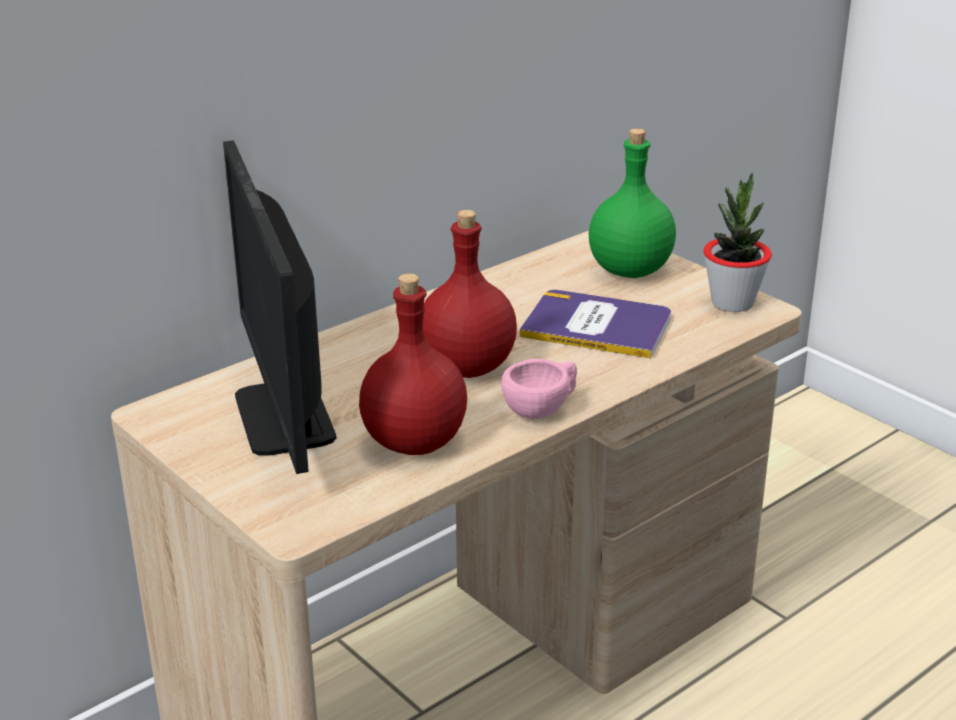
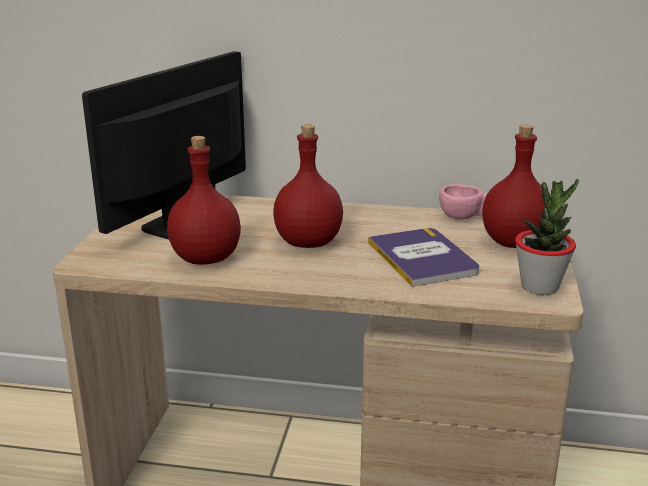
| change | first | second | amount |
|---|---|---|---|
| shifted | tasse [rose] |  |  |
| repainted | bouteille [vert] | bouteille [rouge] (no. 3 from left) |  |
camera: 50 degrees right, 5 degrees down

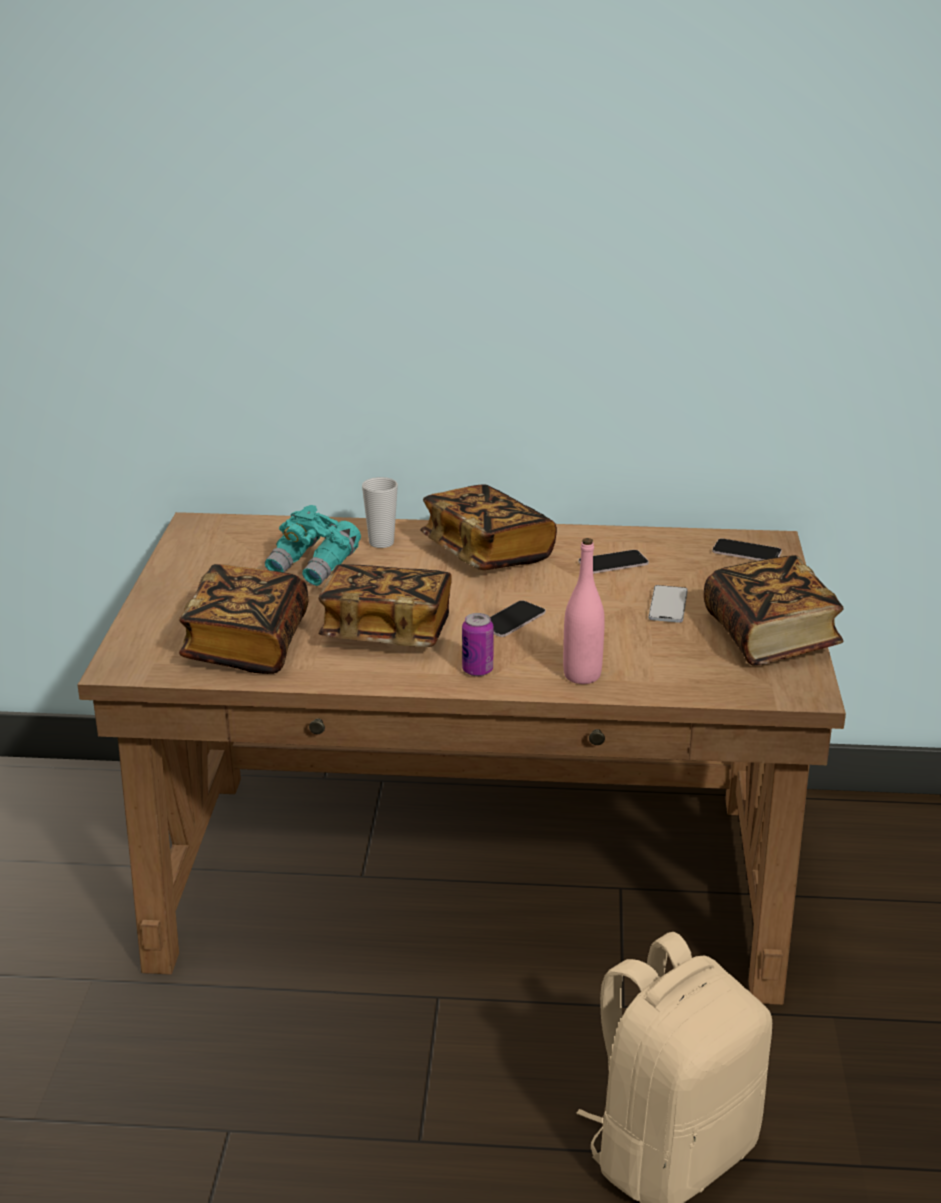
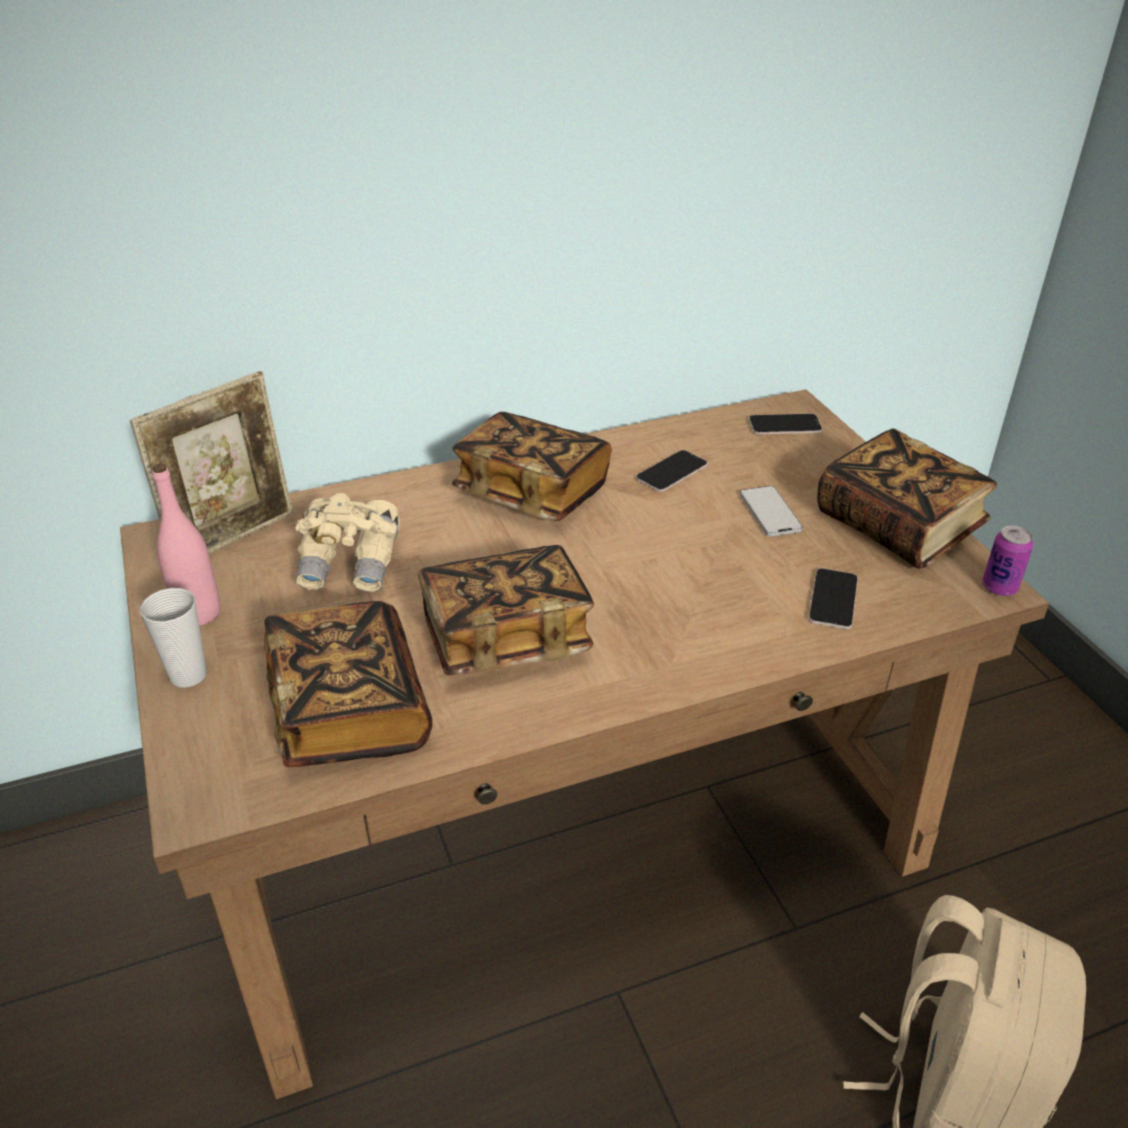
| change | first | second | amount |
|---|---|---|---|
| new |  | cadre photo |  |
| shifted | tasse |  |  |
| shifted | boîte métallique |  |  |
| shifted | téléphone (no. 1 from left in the first image) | téléphone (no. 4 from left) |  |
| shifted | bouteille [rose] |  |  |
| repainted | jumelles [turquoise] | jumelles [beige] |  |
camera: 25 degrees left, 10 degrees up

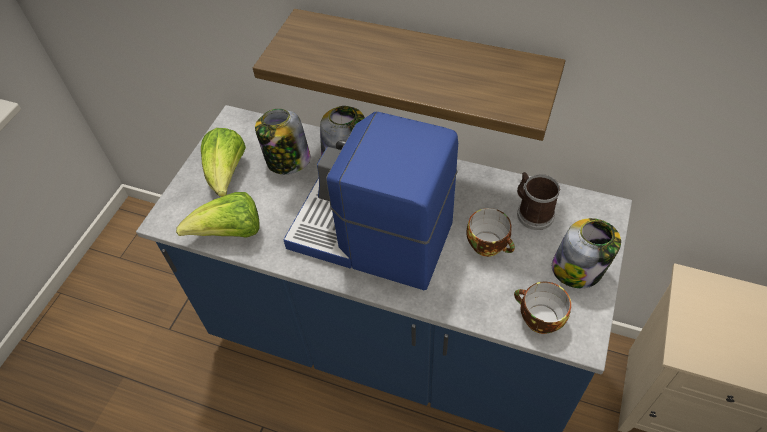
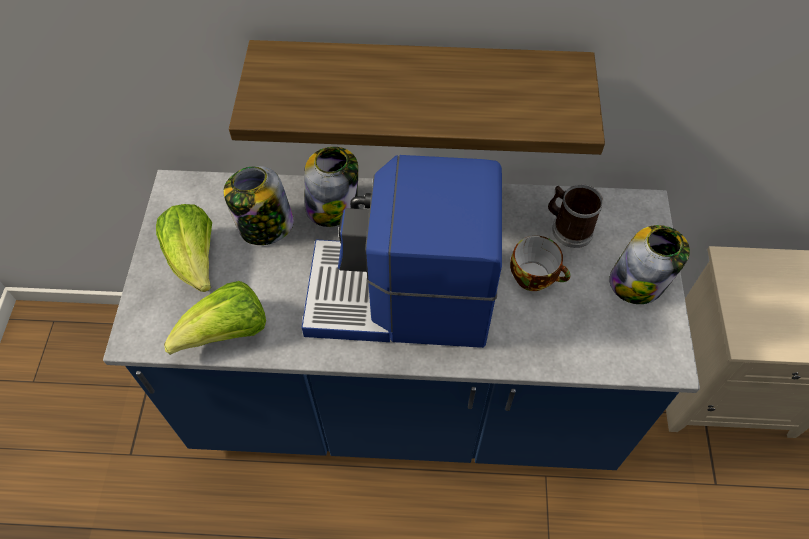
| change | first | second | amount |
|---|---|---|---|
| gone | tasse (no. 2 from left) |  |  |
camera: 20 degrees left, 5 degrees up

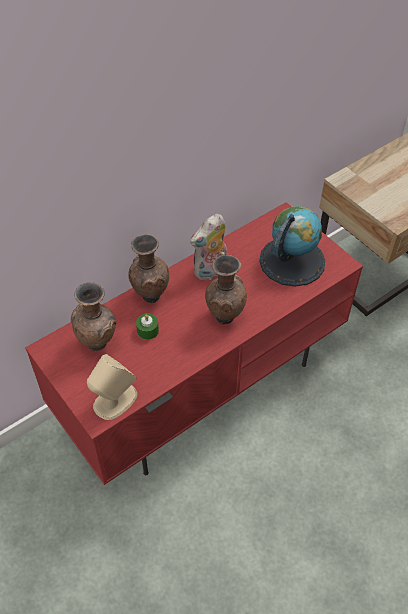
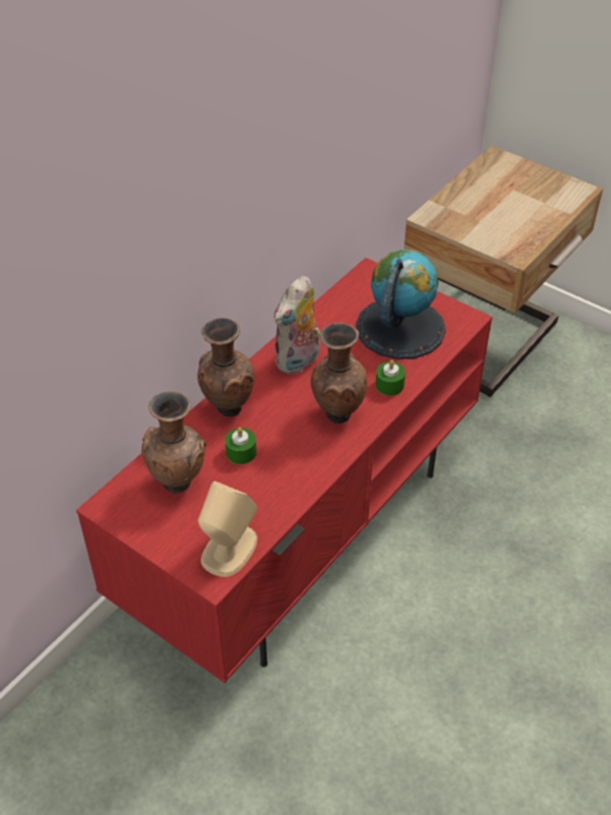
| change | first | second | amount |
|---|---|---|---|
| new |  | bougie [vert] (no. 2 from left) |  |
camera: 15 degrees left, 5 degrees down

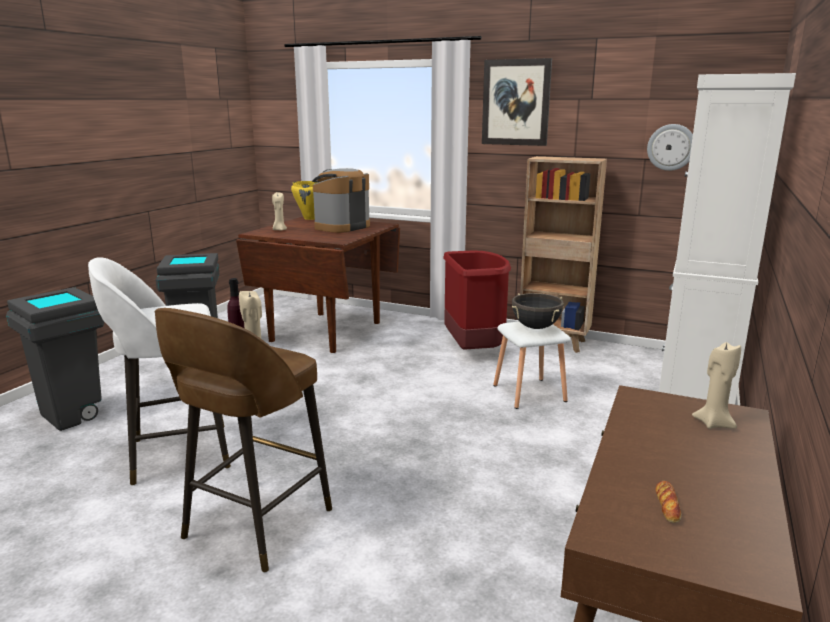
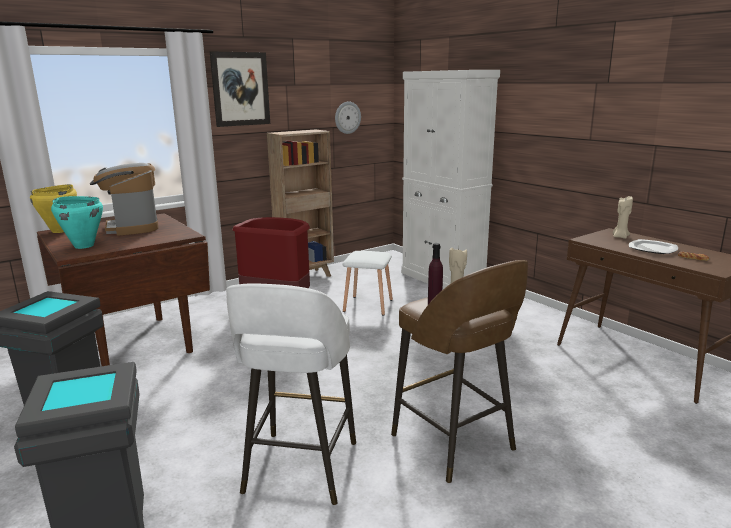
| change | first | second | amount |
|---|---|---|---|
| gone | marmite [noir] |  |  |
| new |  | assiette |  |
| swapped | bougie [beige] (no. 2 from left) | marmite [turquoise] |  |
camera: 60 degrees left, 0 degrees up

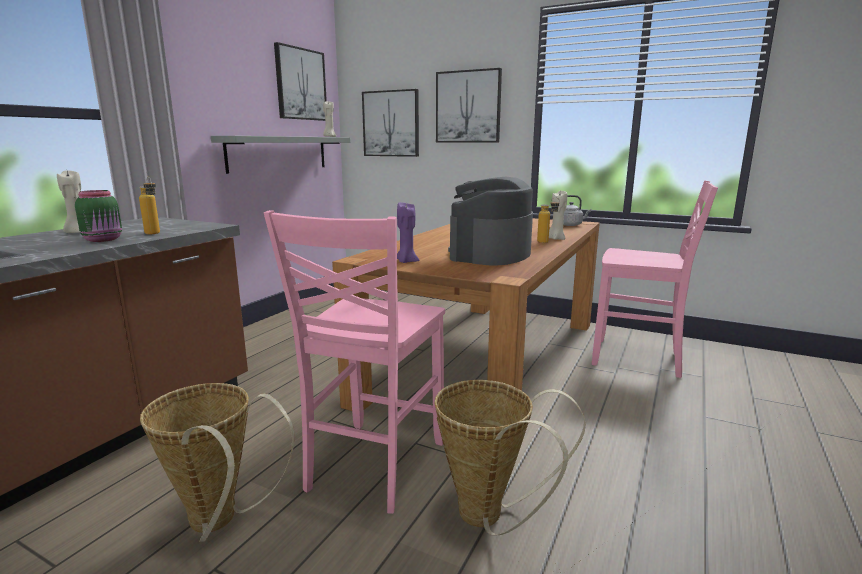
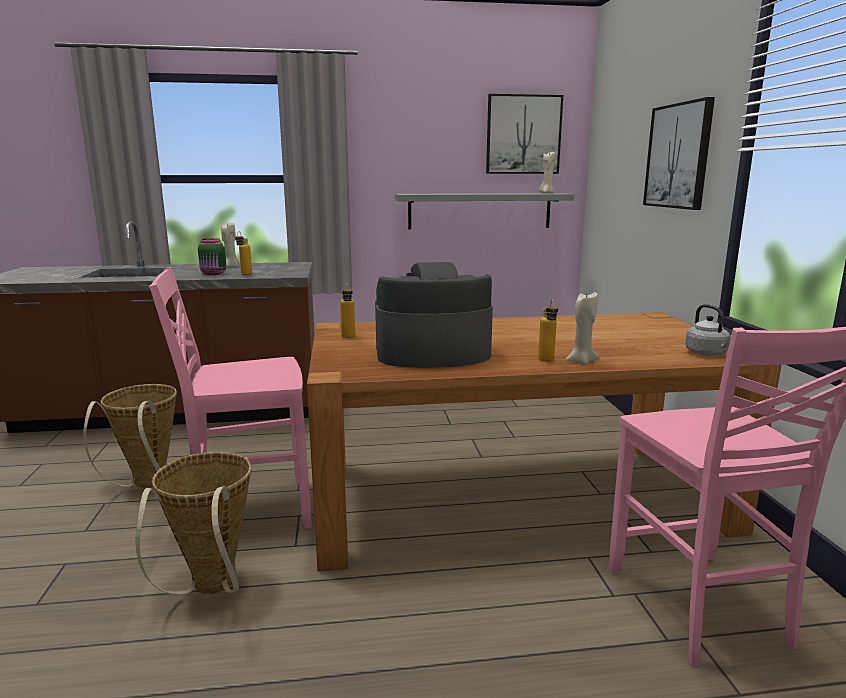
| change | first | second | amount |
|---|---|---|---|
| gone | tableau (no. 2 from left) |  |  |
| swapped | bougie [violet] | bouteille (no. 2 from left) |  |
camera: 55 degrees right, 0 degrees up

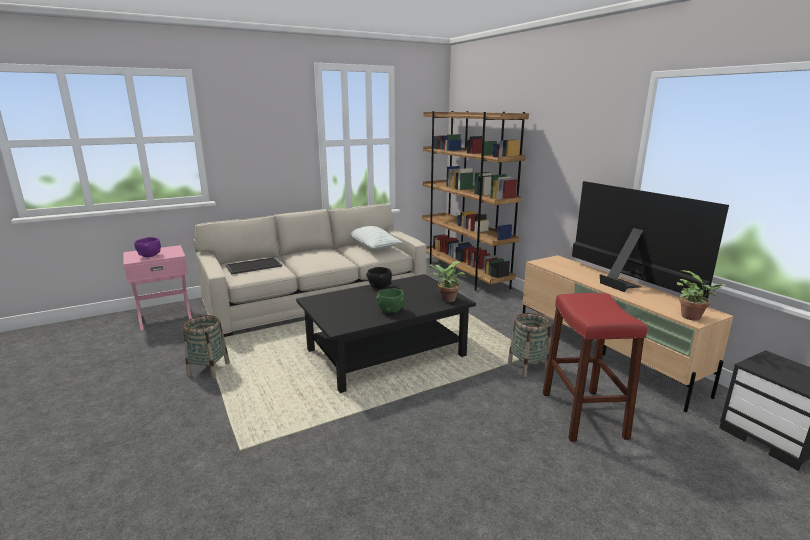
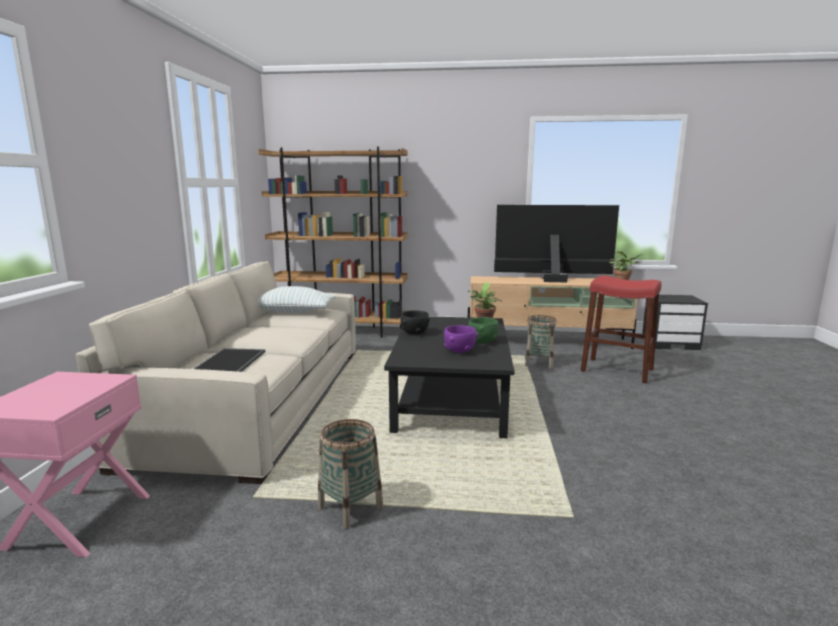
| change | first | second | amount |
|---|---|---|---|
| shifted | bol [violet] |  |  |
camera: 55 degrees left, 5 degrees down

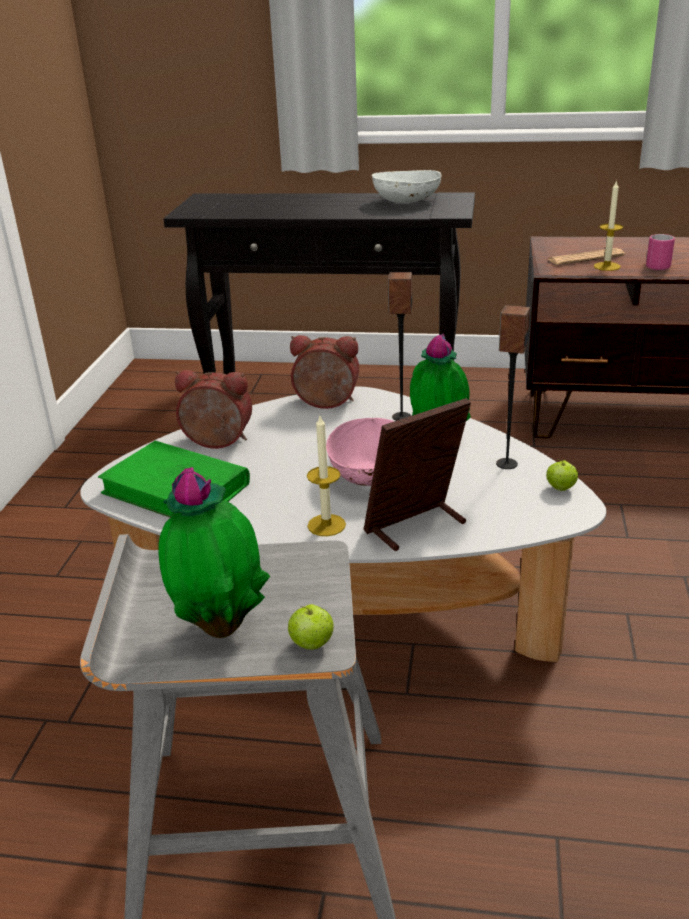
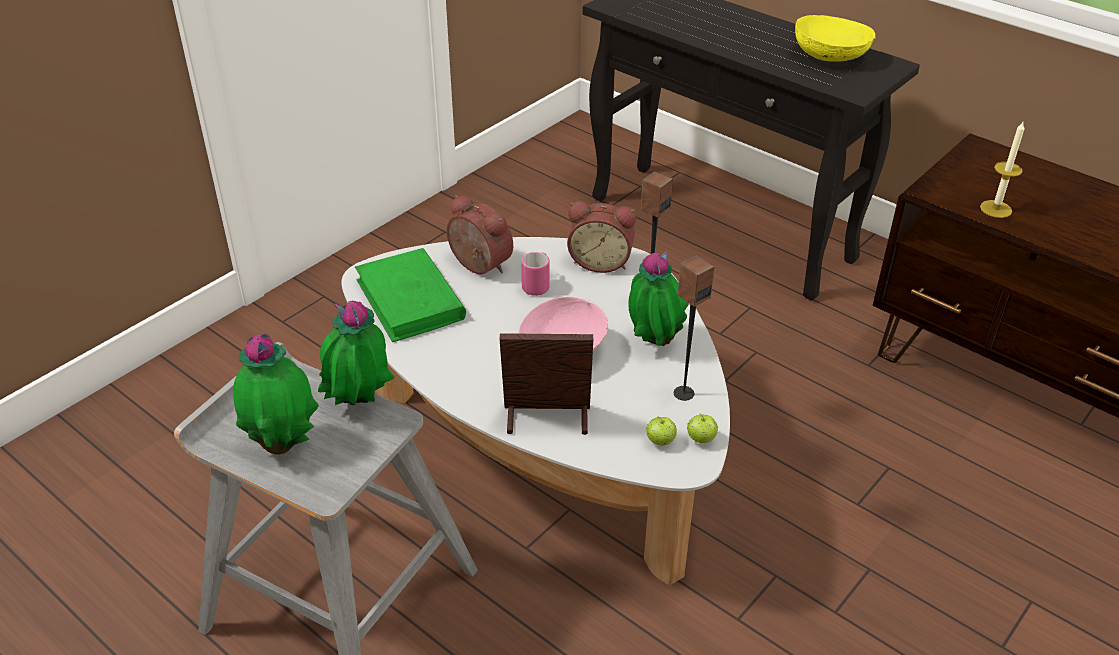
| change | first | second | amount |
|---|---|---|---|
| gone | bougie (no. 1 from left) |  |  |
| gone | journal |  |  |
| new |  | plante en pot (no. 2 from left) |  |
| shifted | pomme (no. 1 from left) |  |  |
| shifted | mug [rose] |  |  |
| repainted | bol [blanc] | bol [jaune] |  |
| rotated | réveil (no. 2 from left) |  | 150 degrees clockwise |
camera: 30 degrees right, 10 degrees up

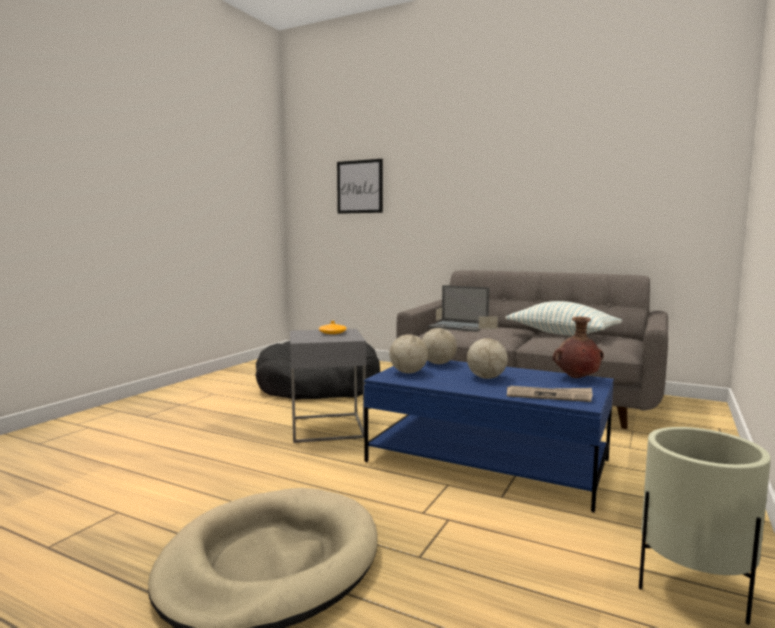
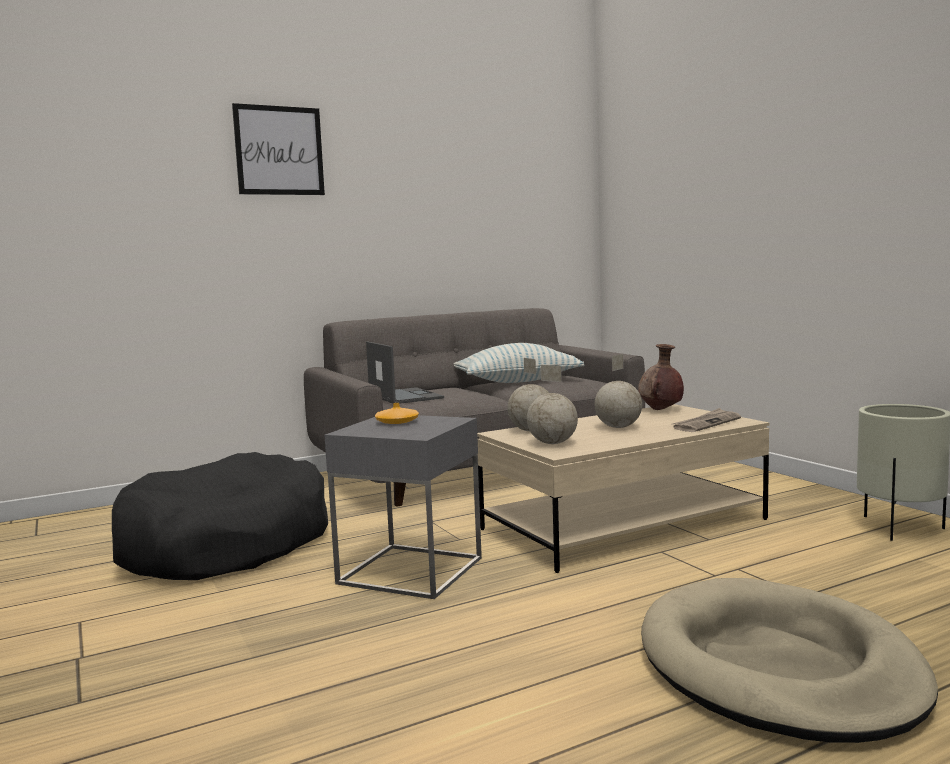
| change | first | second | amount |
|---|---|---|---|
| shifted | tableau |  |  |
| repainted | table basse [bleu] | table basse [beige] |  |
| rotated | ordinateur portable |  | 90 degrees counterclockwise |
camera: 55 degrees left, 0 degrees up

